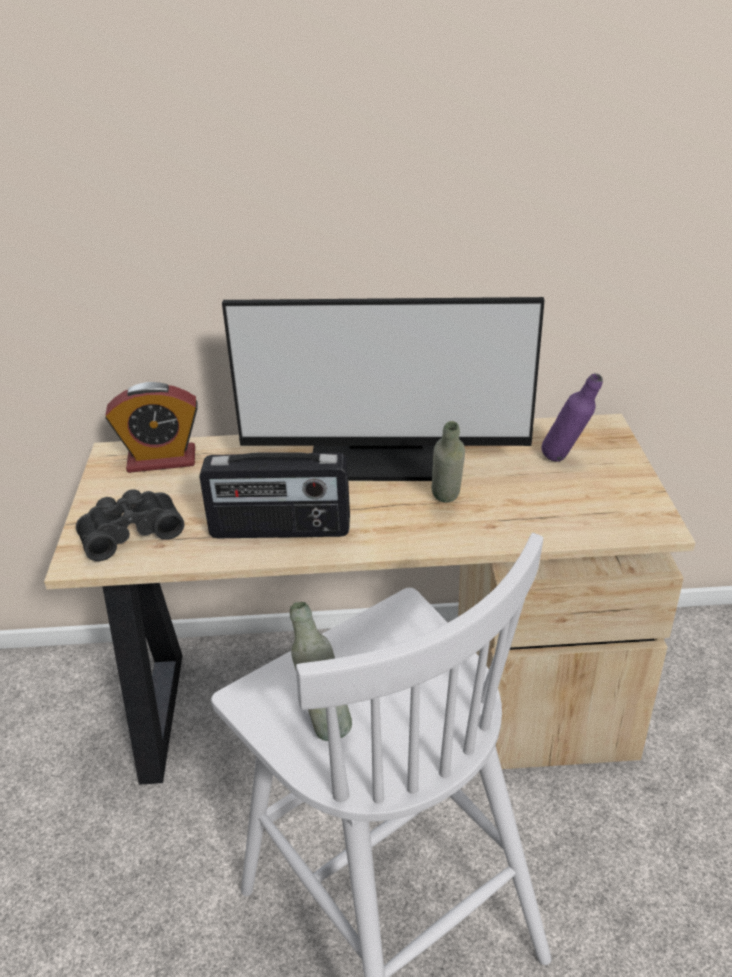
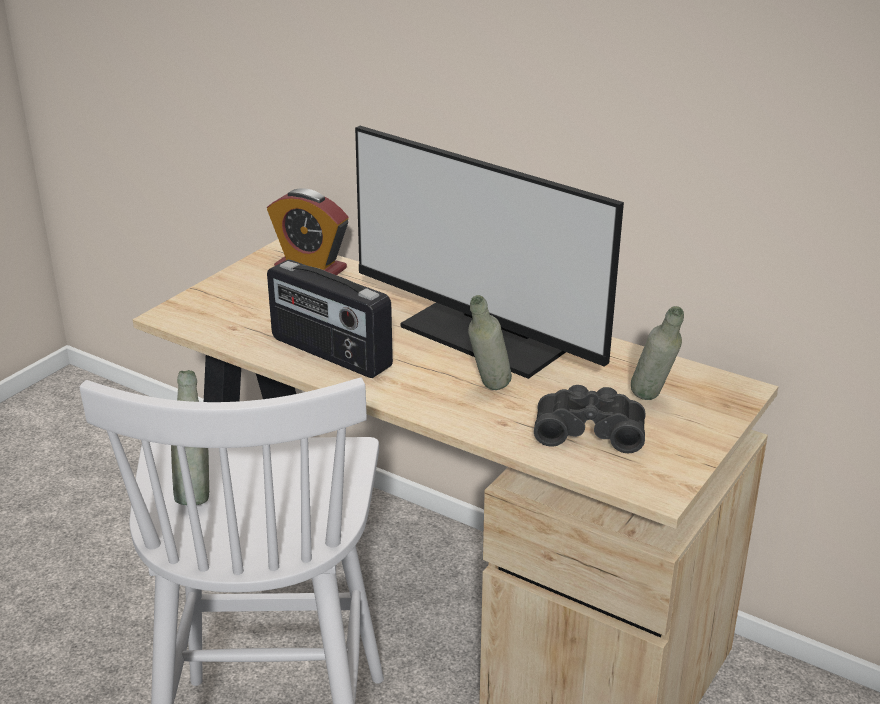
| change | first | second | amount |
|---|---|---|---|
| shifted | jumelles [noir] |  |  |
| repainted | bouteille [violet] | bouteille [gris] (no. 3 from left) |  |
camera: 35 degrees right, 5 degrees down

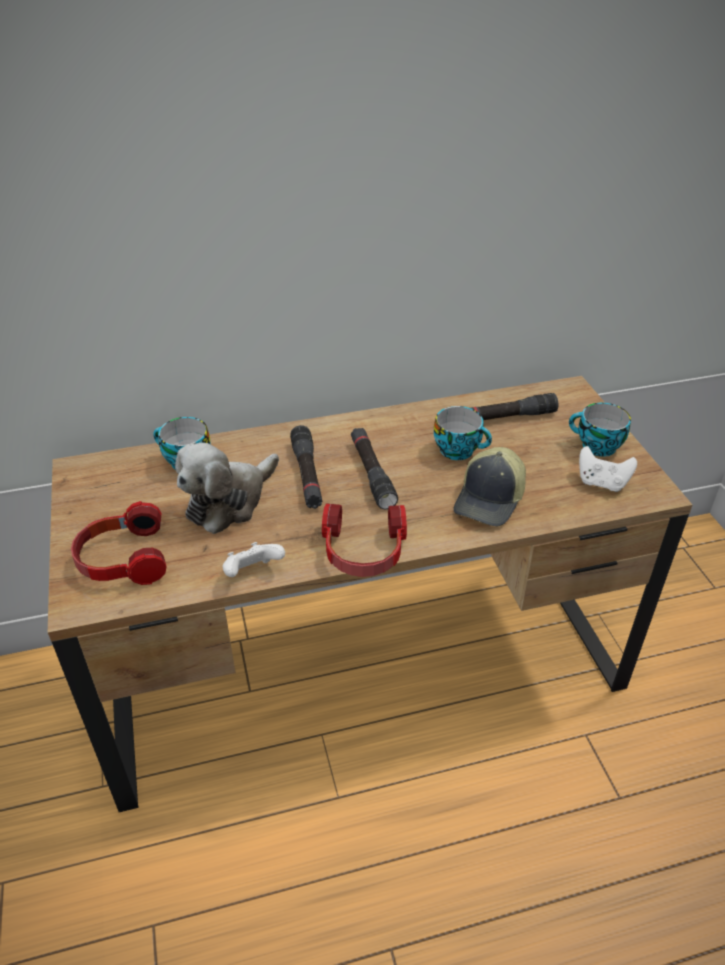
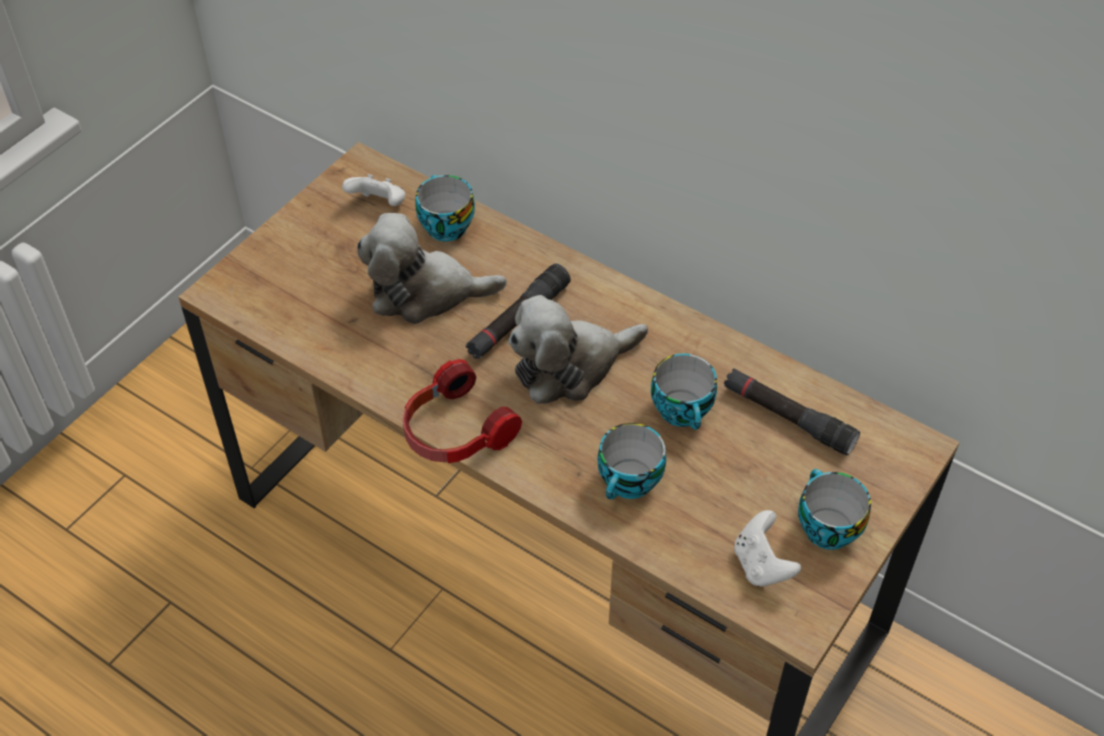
| change | first | second | amount |
|---|---|---|---|
| gone | casque audio (no. 1 from left) |  |  |
| shifted | manette [blanc] (no. 1 from left) |  |  |
| swapped | lampe de poche [noir] (no. 2 from left) | peluche (no. 2 from left) |  |
| swapped | casquette | tasse (no. 2 from left) |  |
camera: 50 degrees right, 10 degrees up

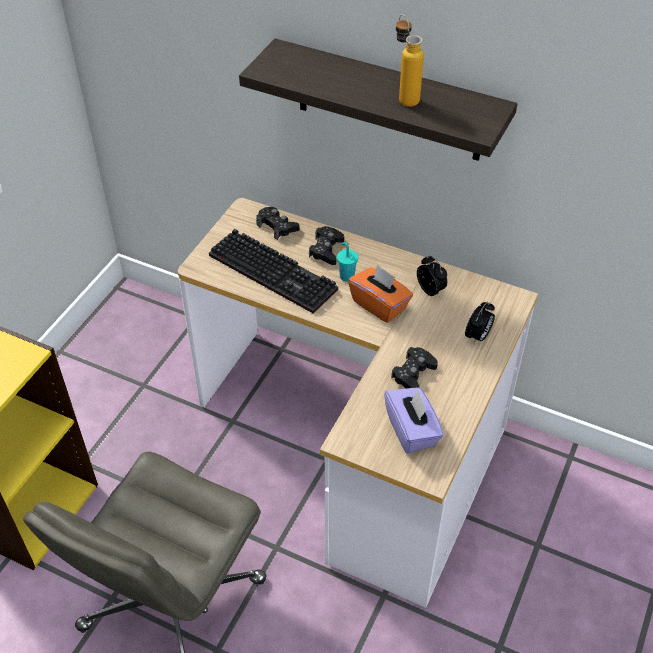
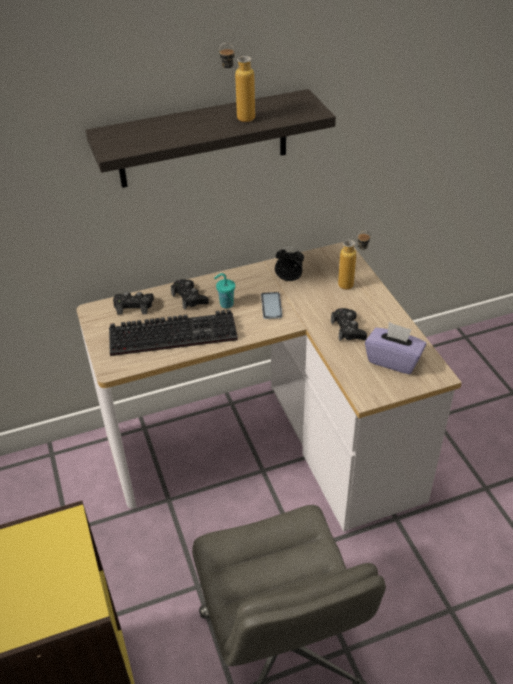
| change | first | second | amount |
|---|---|---|---|
| swapped | boîte à mouchoirs [orange] | téléphone |  |
| swapped | réveil (no. 2 from left) | bouteille (no. 2 from left) |  |
camera: 45 degrees left, 5 degrees down

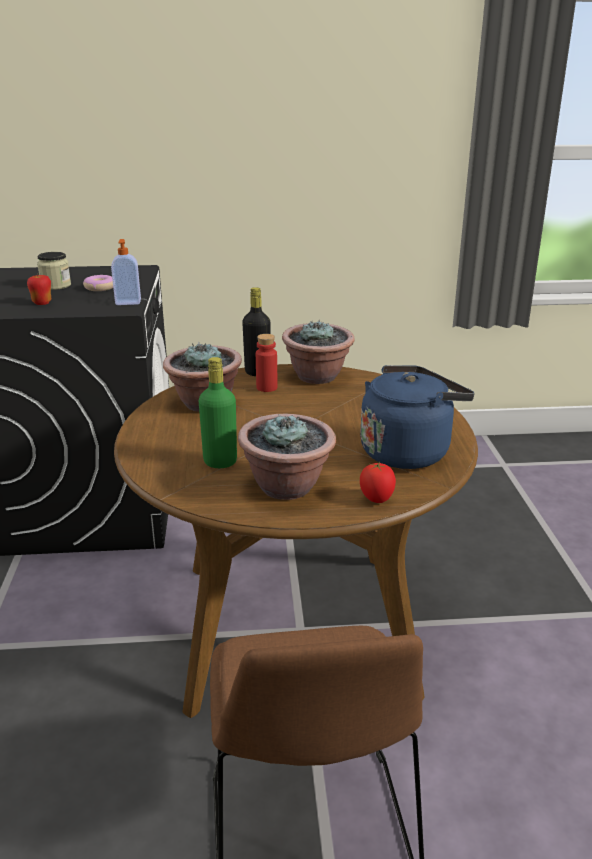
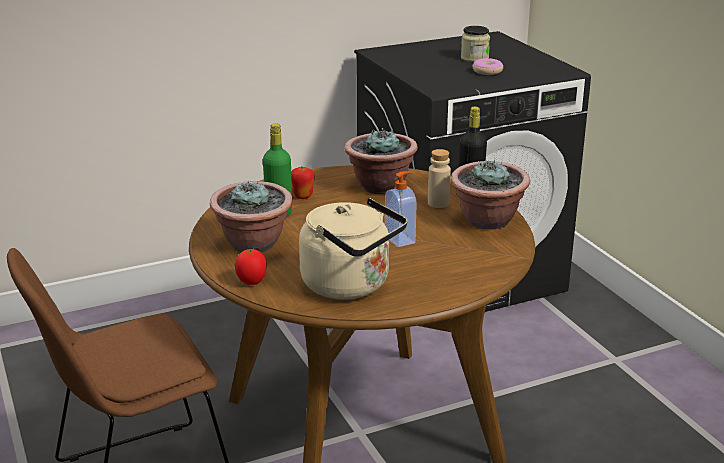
| change | first | second | amount |
|---|---|---|---|
| shifted | pomme |  |  |
| shifted | distributeur de savon |  |  |
| repainted | bouteille [rouge] | bouteille [beige] |  |
| repainted | bouilloire [bleu] | bouilloire [beige] |  |
camera: 70 degrees right, 0 degrees up

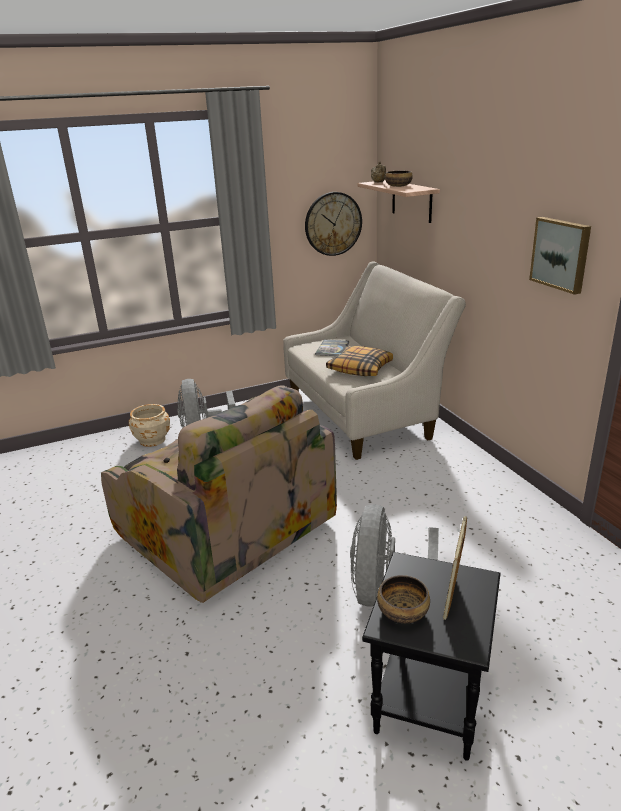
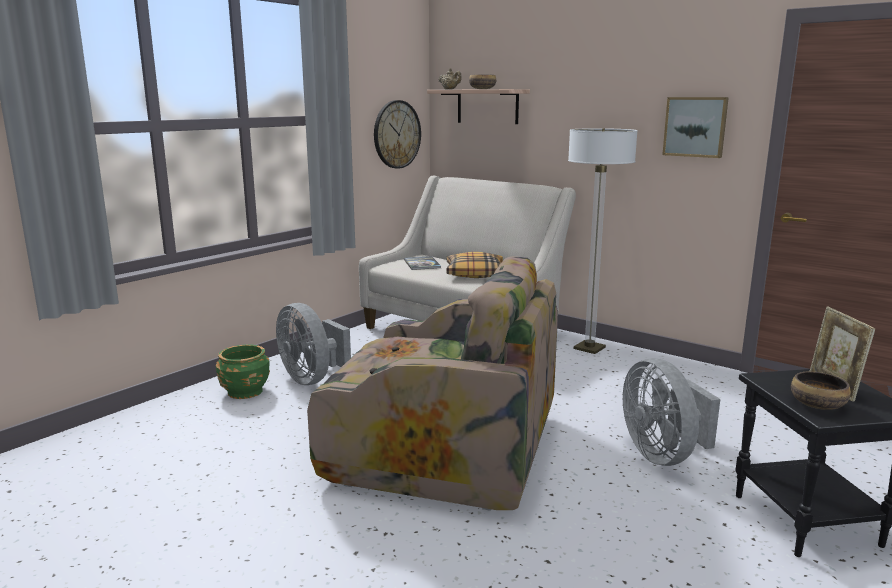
| change | first | second | amount |
|---|---|---|---|
| new |  | lampadaire |  |
| repainted | cache-pot [beige] | cache-pot [vert] |  |
camera: 30 degrees left, 10 degrees down

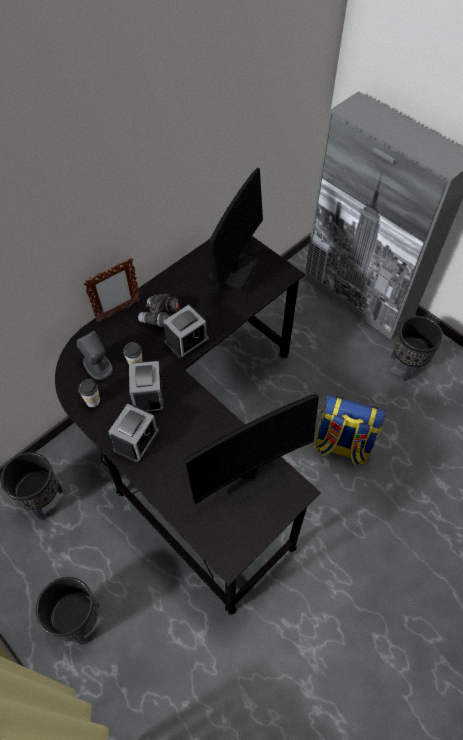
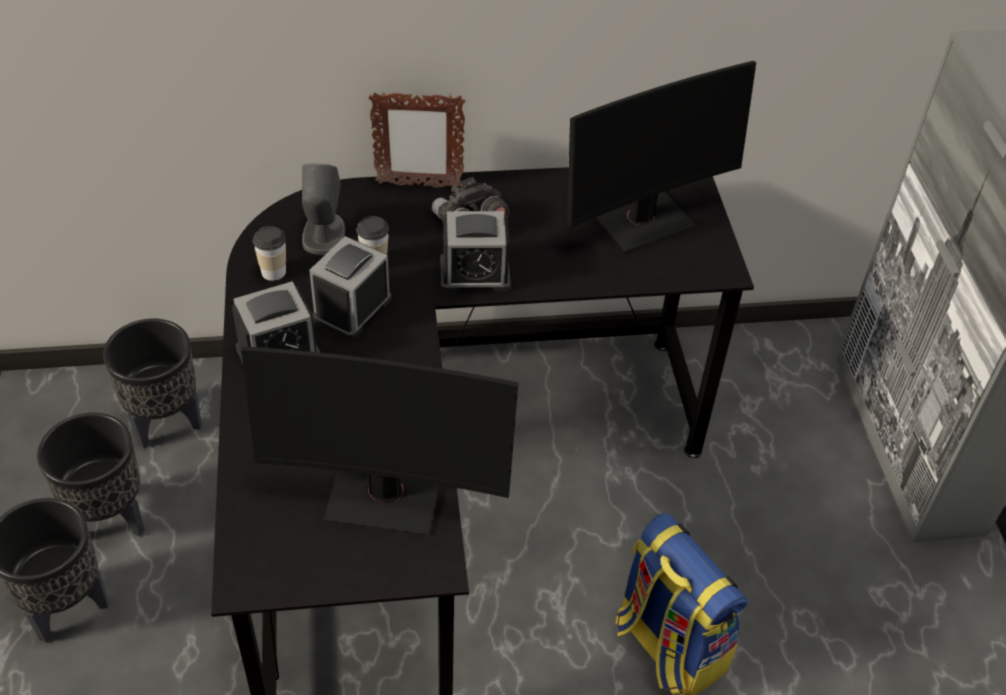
| change | first | second | amount |
|---|---|---|---|
| shifted | cache-pot [noir] (no. 3 from left in the first image) | cache-pot [noir] (no. 2 from left) |  |
camera: 35 degrees right, 10 degrees down

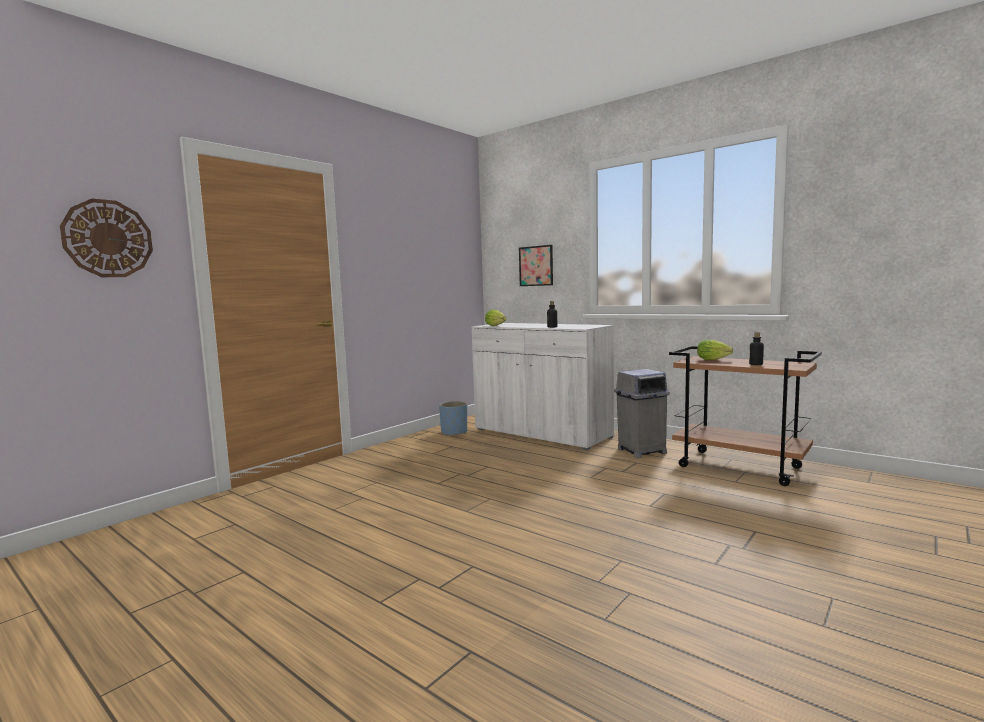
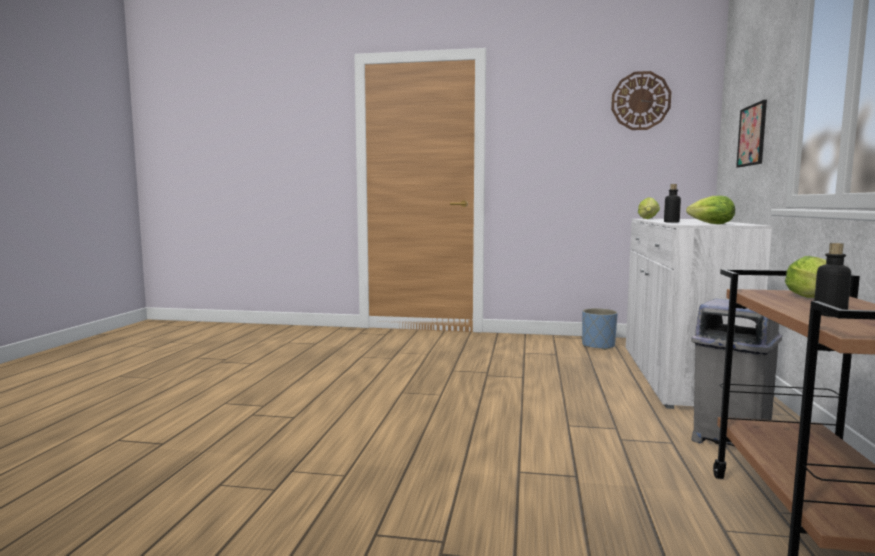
| change | first | second | amount |
|---|---|---|---|
| new |  | laitue (no. 2 from left) |  |
| shifted | horloge murale |  |  |
camera: 60 degrees right, 0 degrees up

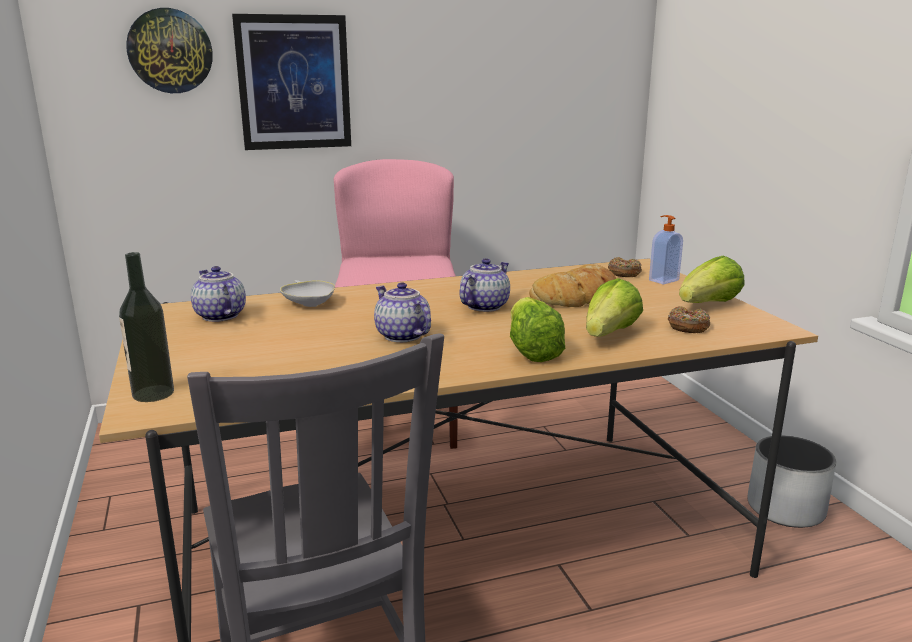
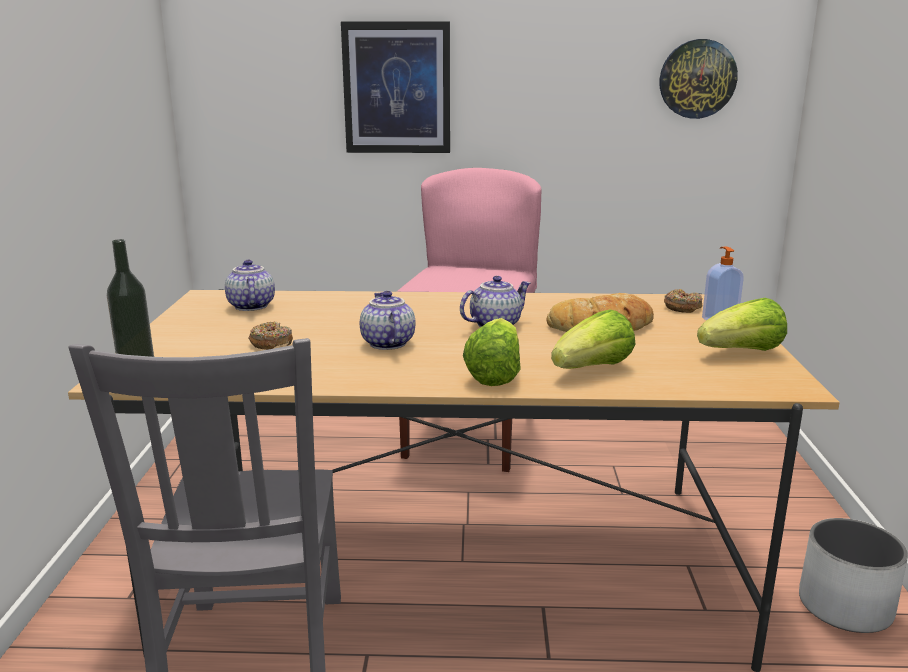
| change | first | second | amount |
|---|---|---|---|
| gone | bol [blanc] |  |  |
| shifted | horloge murale |  |  |
| shifted | beignet (no. 2 from left in the first image) | beignet (no. 1 from left) |  |
camera: 20 degrees right, 0 degrees up

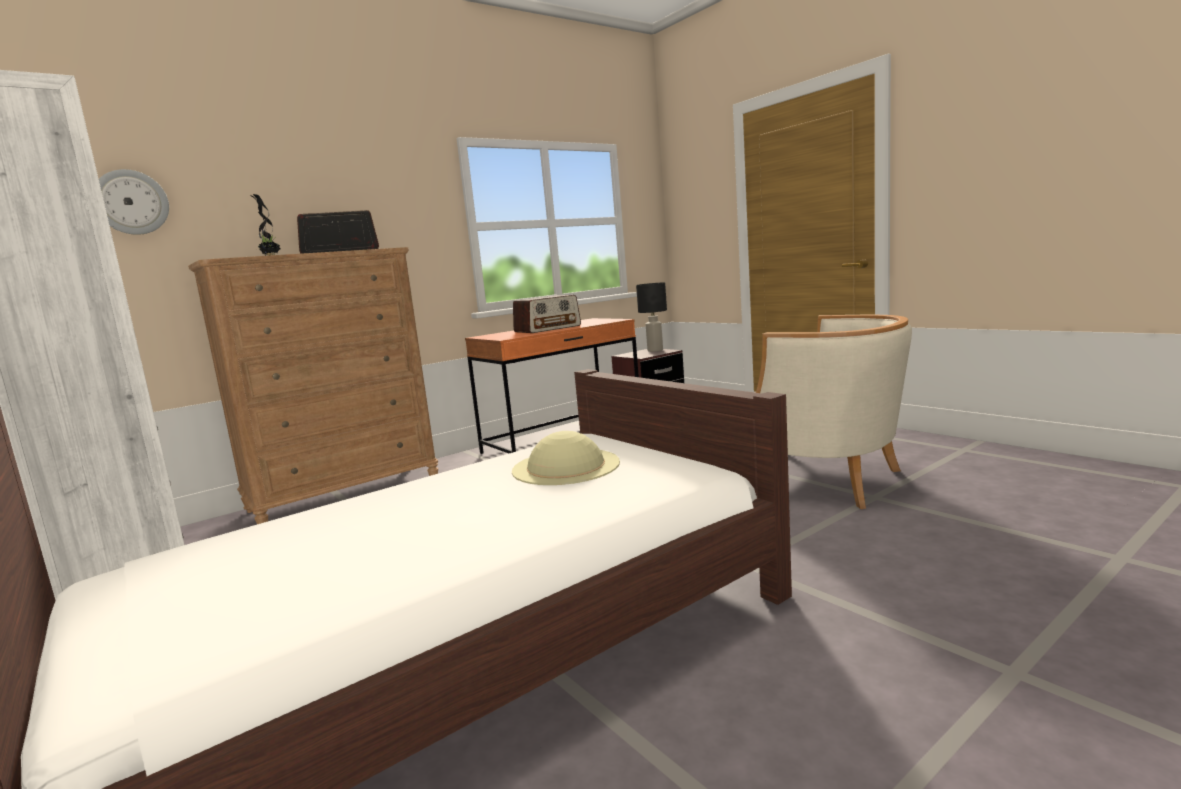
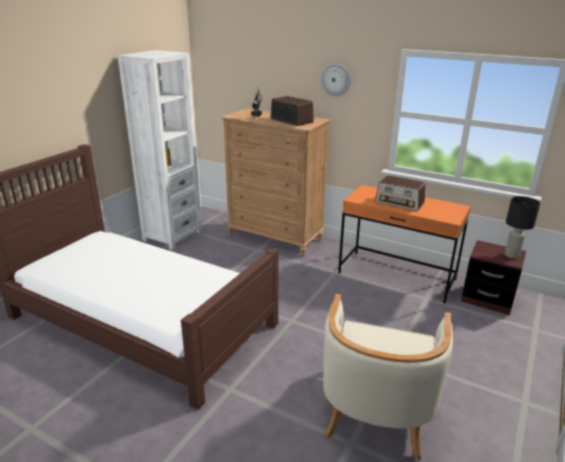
| change | first | second | amount |
|---|---|---|---|
| gone | chapeau [beige] |  |  |
| shifted | horloge murale |  |  |
camera: 65 degrees right, 15 degrees up

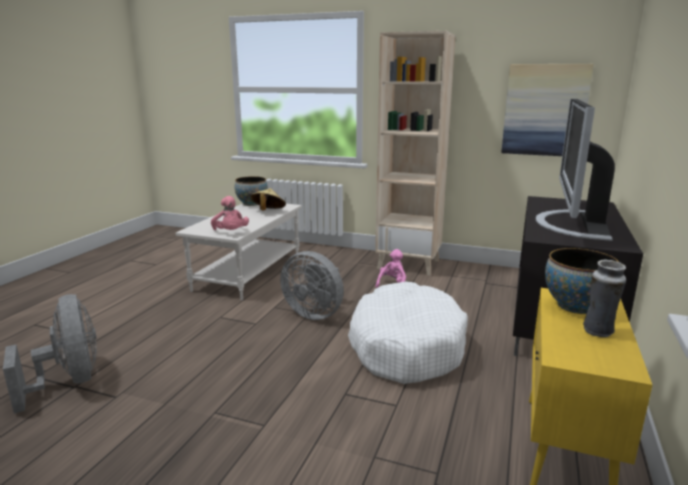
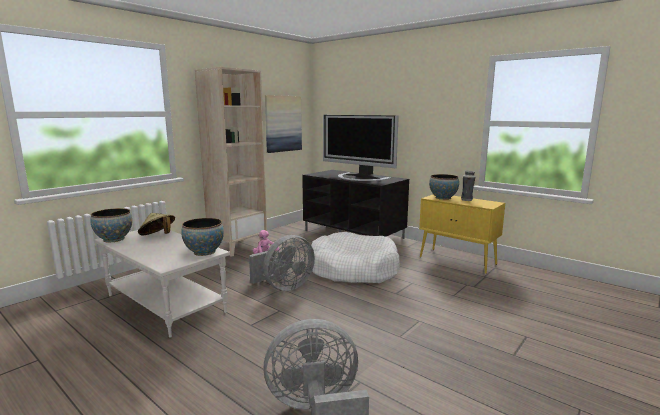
| change | first | second | amount |
|---|---|---|---|
| swapped | peluche [rose] (no. 1 from left) | bol (no. 2 from left) |  |
camera: 70 degrees left, 5 degrees down

